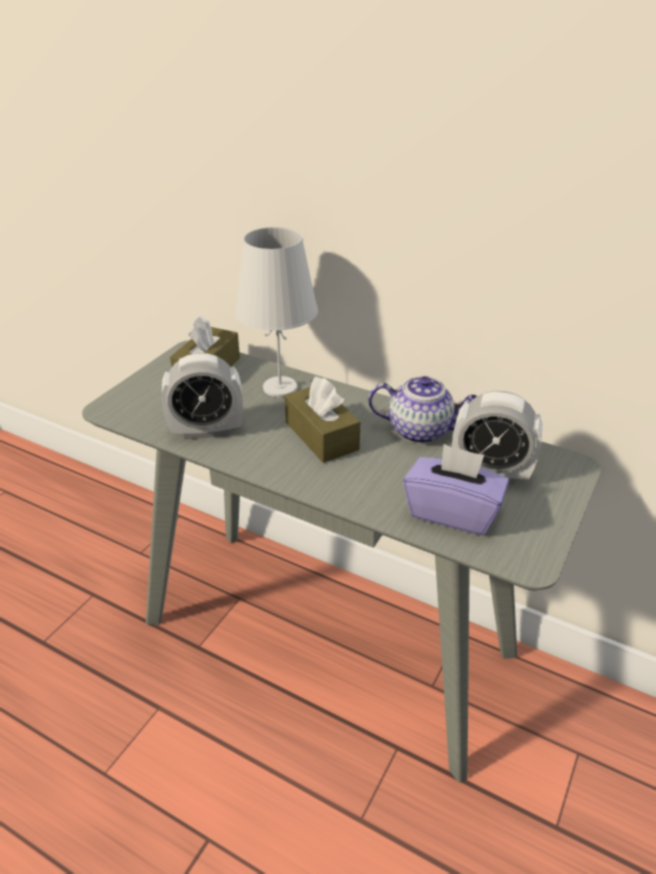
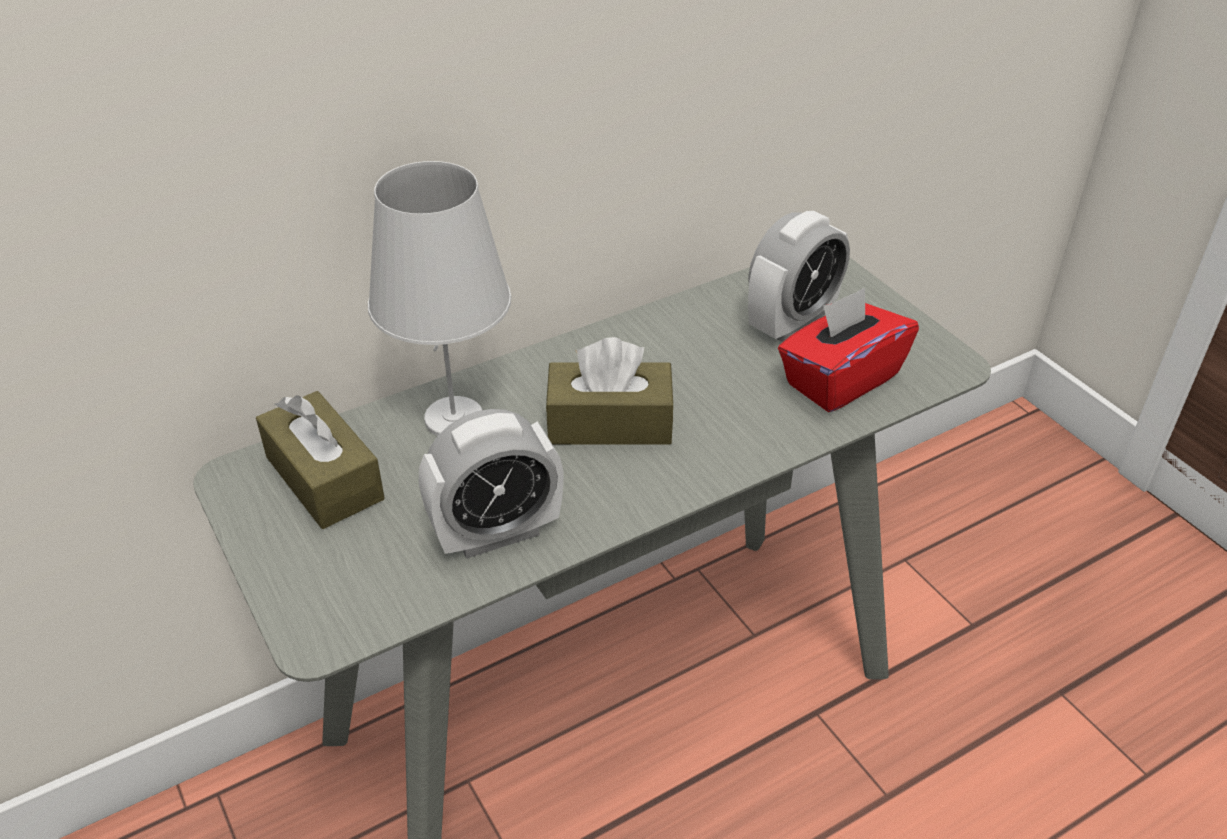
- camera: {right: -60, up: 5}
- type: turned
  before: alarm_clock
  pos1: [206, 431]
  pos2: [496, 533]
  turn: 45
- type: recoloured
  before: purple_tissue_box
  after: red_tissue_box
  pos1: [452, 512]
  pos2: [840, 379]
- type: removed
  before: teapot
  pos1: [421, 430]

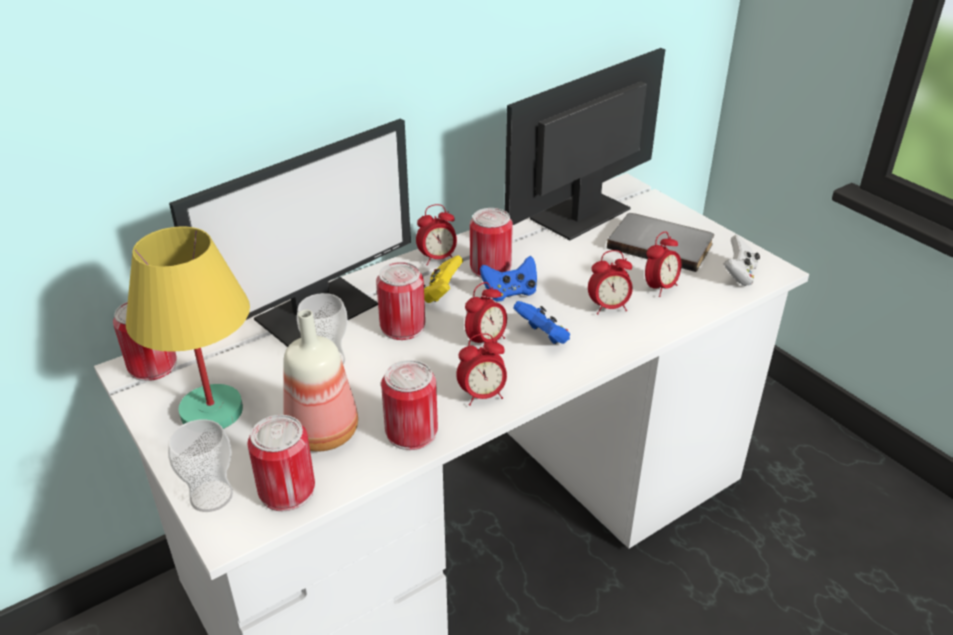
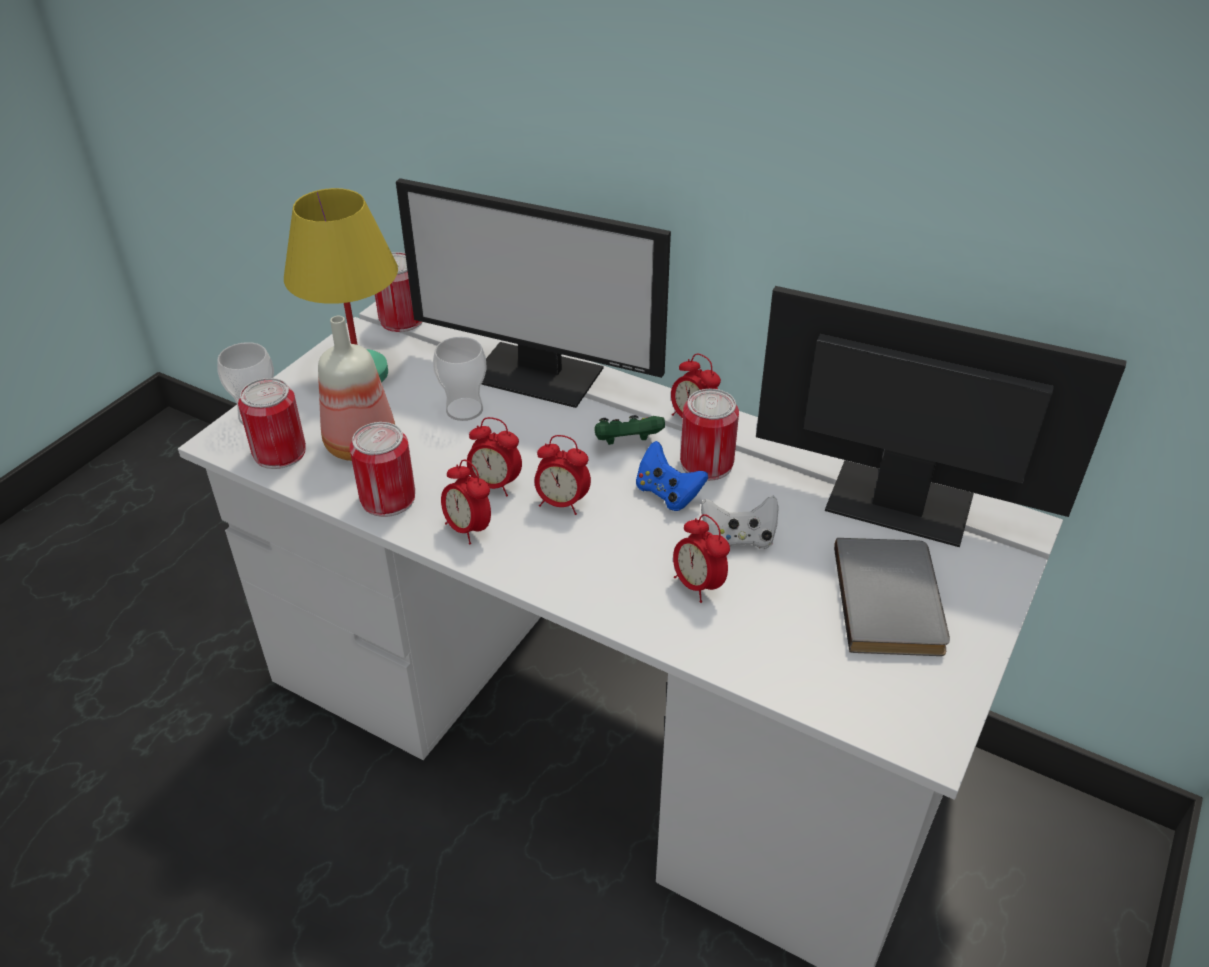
- camera: {right: 65, up: 5}
- type: moved
  before: alarm_clock
  pos1: [660, 288]
  pos2: [495, 485]
- type: recoloured
  before: yellow_game_controller
  after: green_game_controller
  pos1: [441, 294]
  pos2: [627, 443]
- type: moved
  before: white_game_controller
  pos1: [738, 275]
  pos2: [738, 539]
- type: removed
  before: can
  pos1: [402, 326]
- type: removed
  before: blue_game_controller
  pos1: [543, 337]

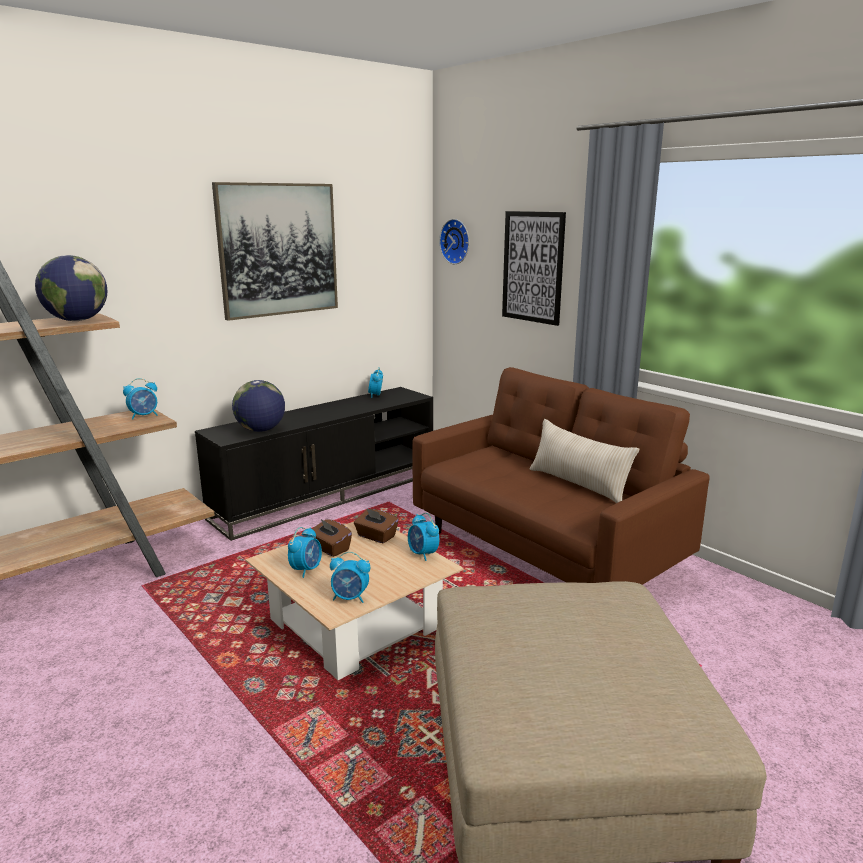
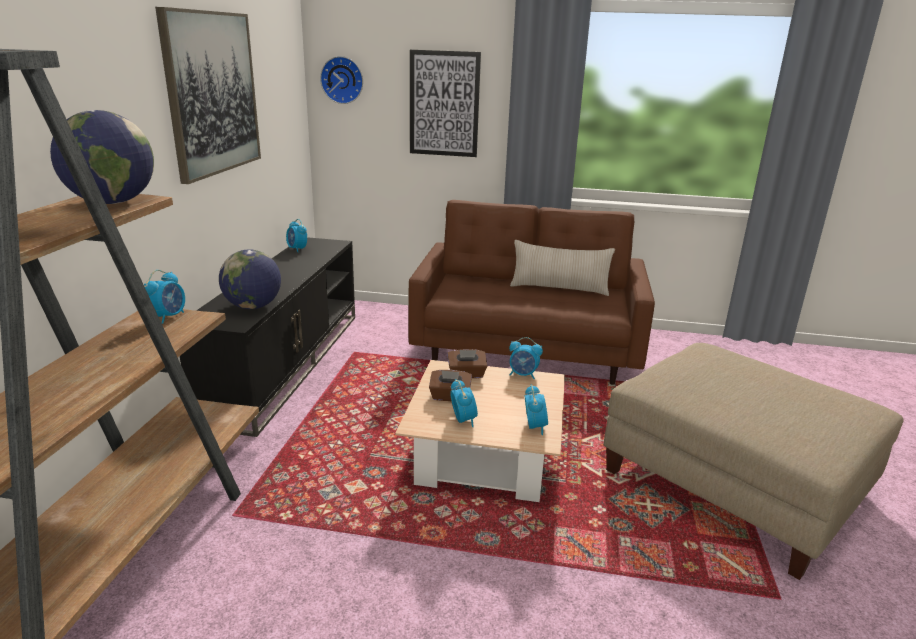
- camera: {right: -40, up: 5}
- type: turned
  before: alarm_clock
  pos1: [350, 598]
  pos2: [534, 426]
  turn: -60

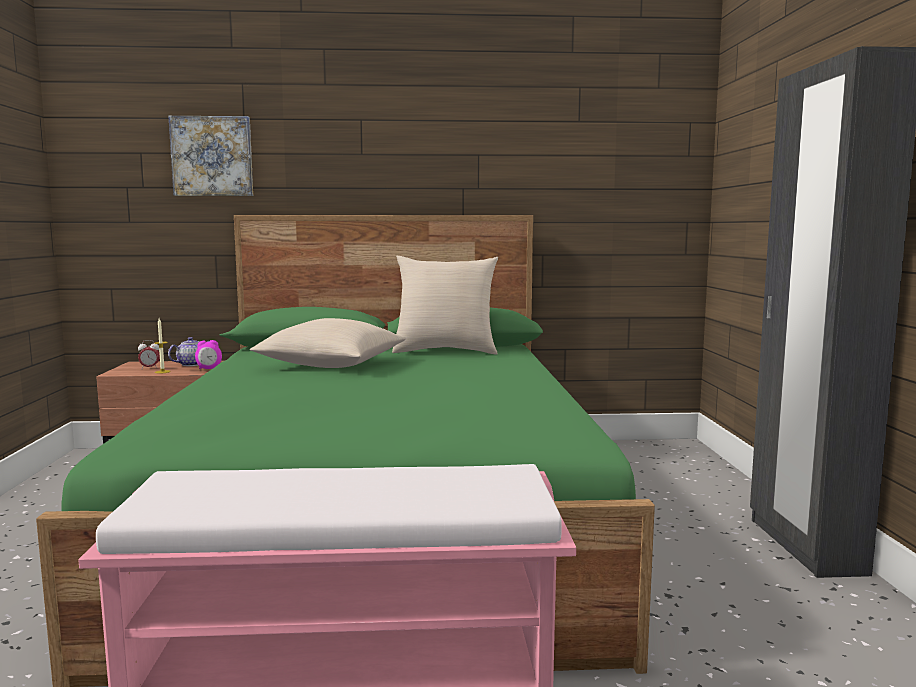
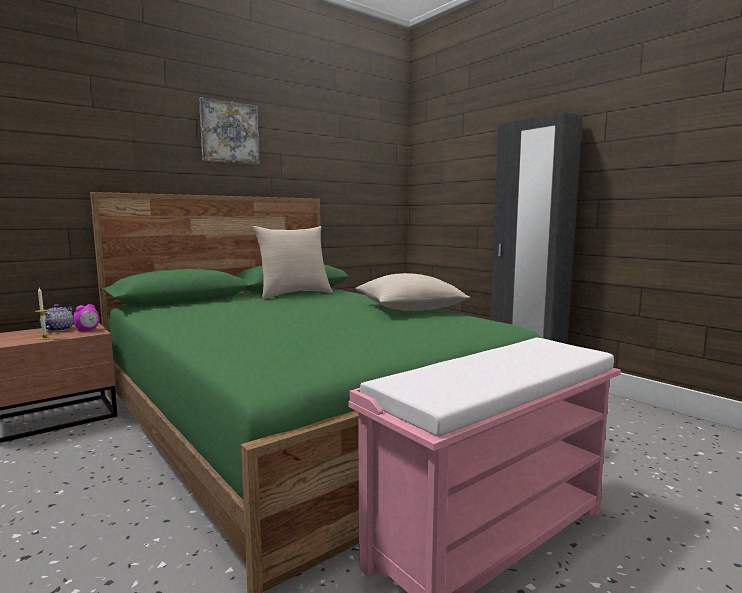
- camera: {right: -35, up: 0}
- type: moved
  before: picture
  pos1: [212, 156]
  pos2: [229, 132]
- type: moved
  before: beige_pillow
  pos1: [332, 365]
  pos2: [409, 309]
- type: removed
  before: alarm_clock
  pos1: [150, 368]

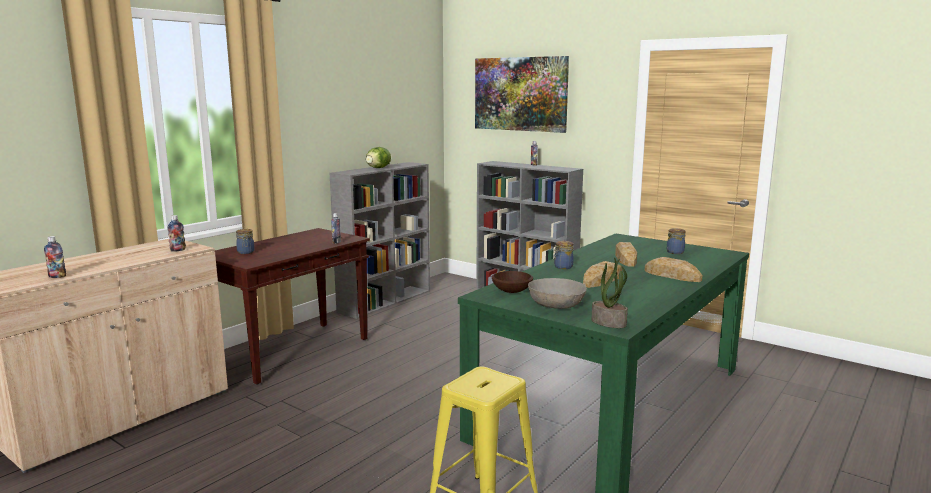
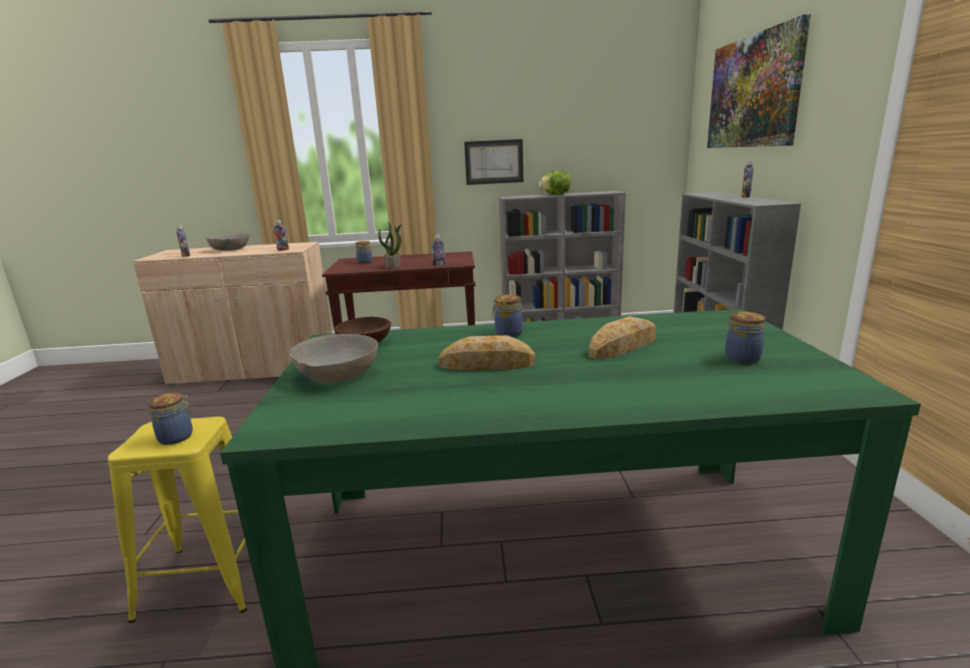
- camera: {right: 50, up: 5}
- type: added
  after: jar
  pos2: [177, 437]
- type: added
  after: grey_bowl
  pos2: [230, 249]
- type: moved
  before: potted_plant
  pos1: [609, 322]
  pos2: [393, 266]
- type: added
  after: picture
  pos2: [494, 162]
- type: removed
  before: bread
  pos1: [672, 275]

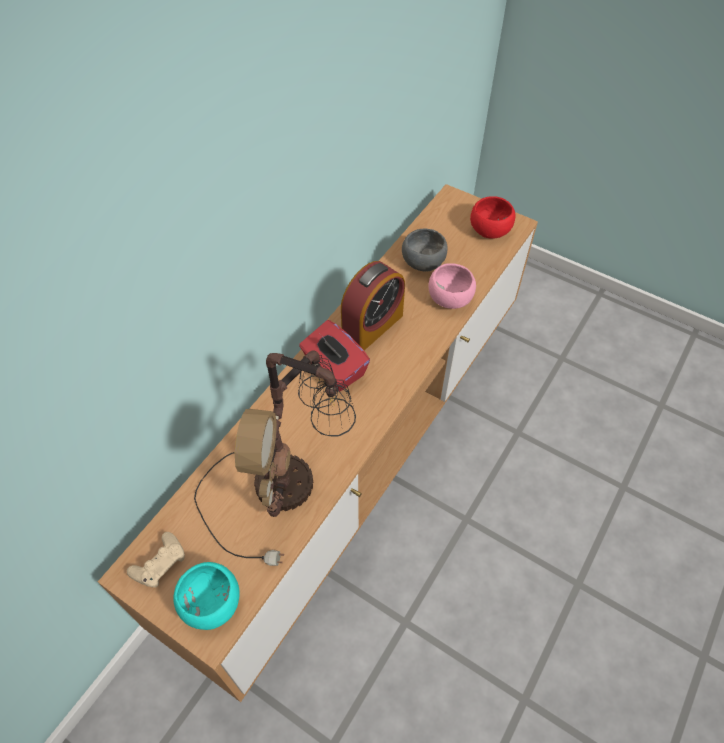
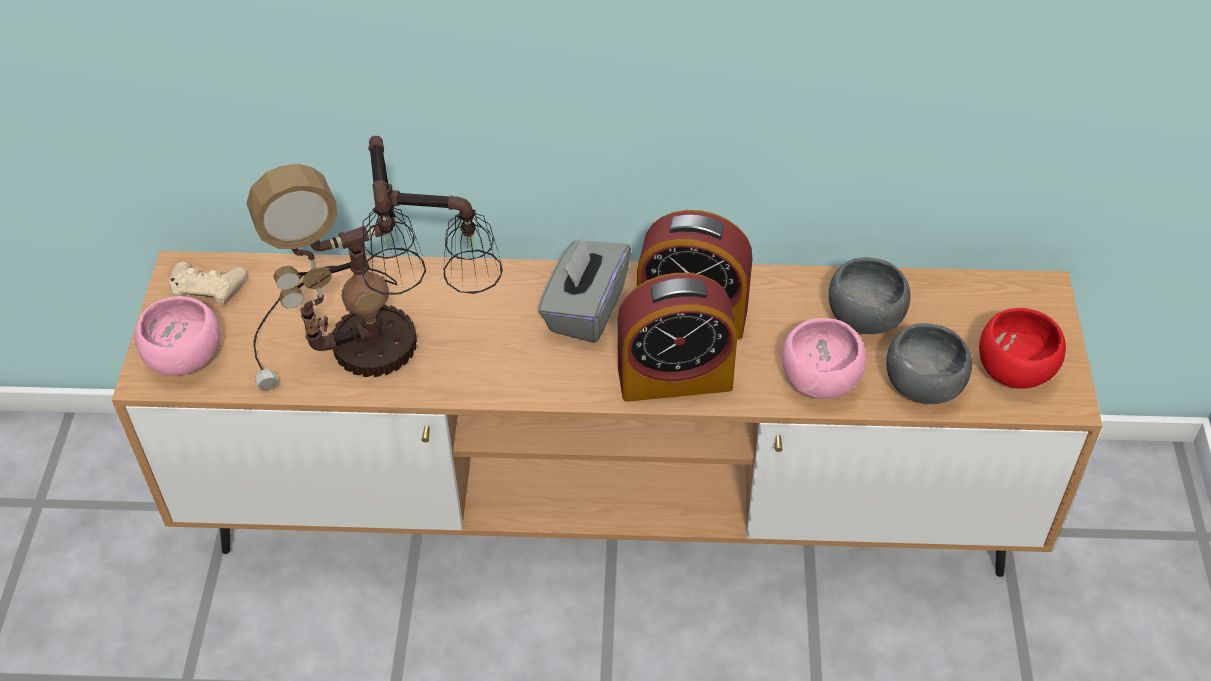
- camera: {right: 60, up: -5}
- type: recoloured
  before: turquoise_bowl
  after: pink_bowl
  pos1: [211, 601]
  pos2: [187, 356]
- type: recoloured
  before: red_tissue_box
  after: grey_tissue_box
  pos1: [334, 369]
  pos2: [585, 309]
- type: added
  after: alarm_clock
  pos2: [675, 377]
- type: added
  after: grey_bowl
  pos2: [922, 386]

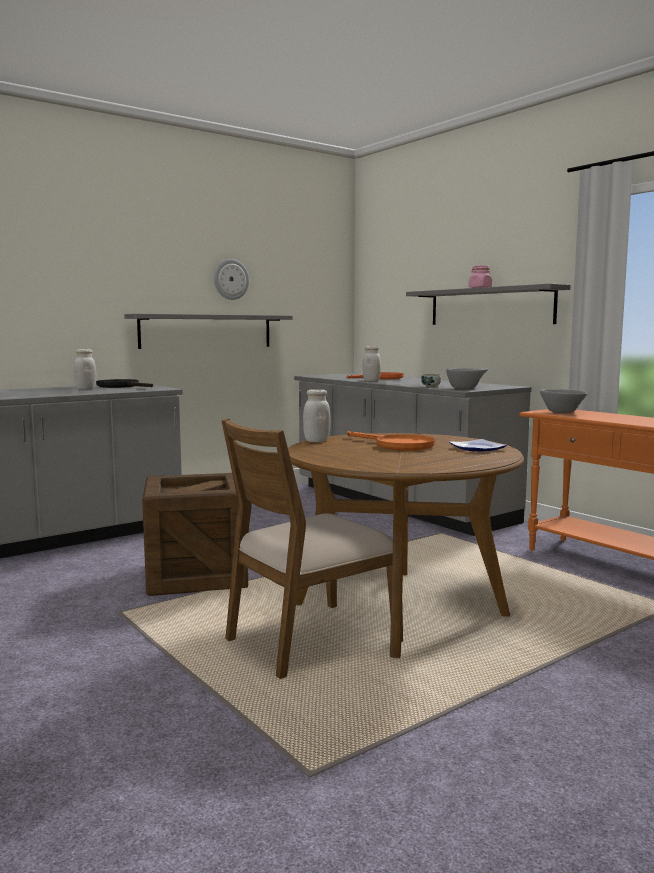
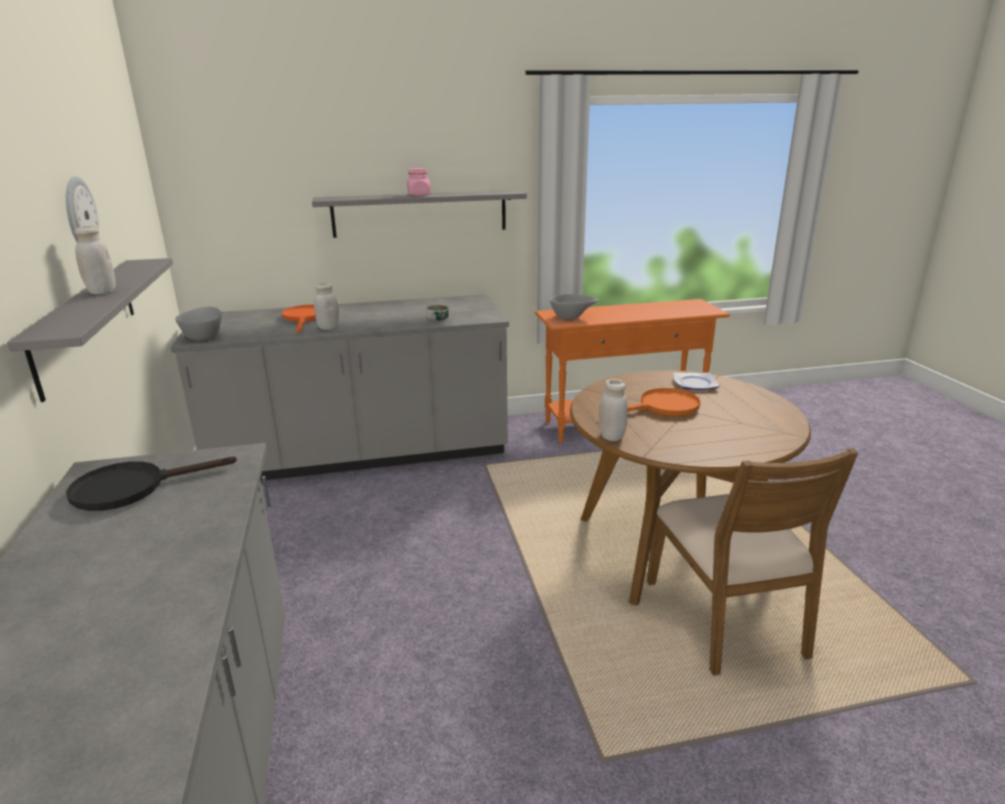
- camera: {right: -65, up: 15}
- type: moved
  before: white_jar
  pos1: [85, 389]
  pos2: [102, 292]
- type: moved
  before: grey_bowl
  pos1: [466, 388]
  pos2: [204, 336]
- type: removed
  before: crate
  pos1: [196, 575]

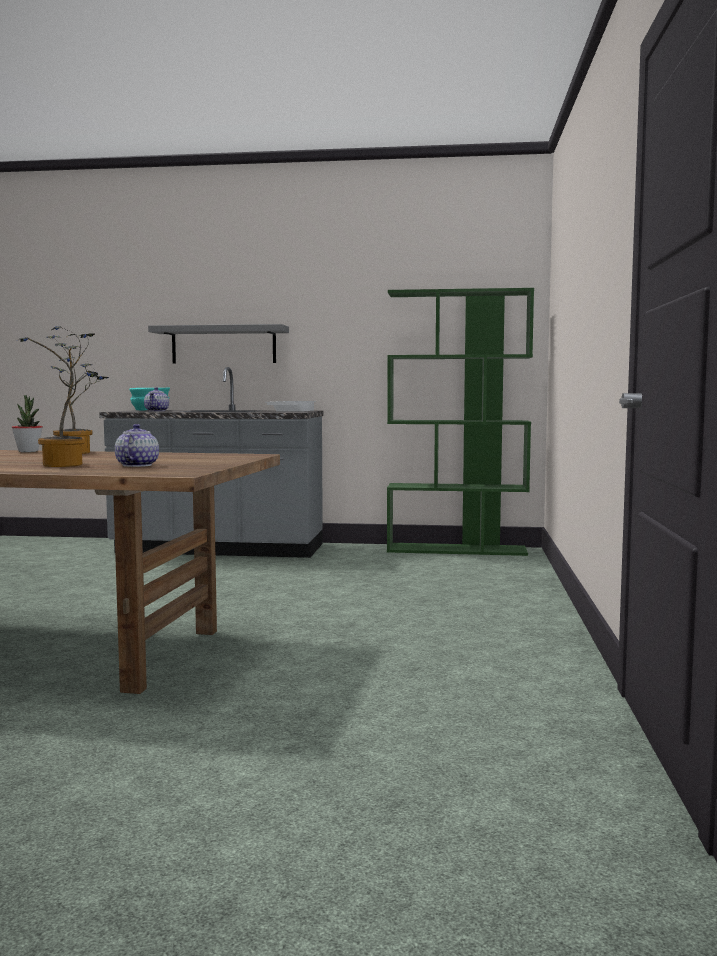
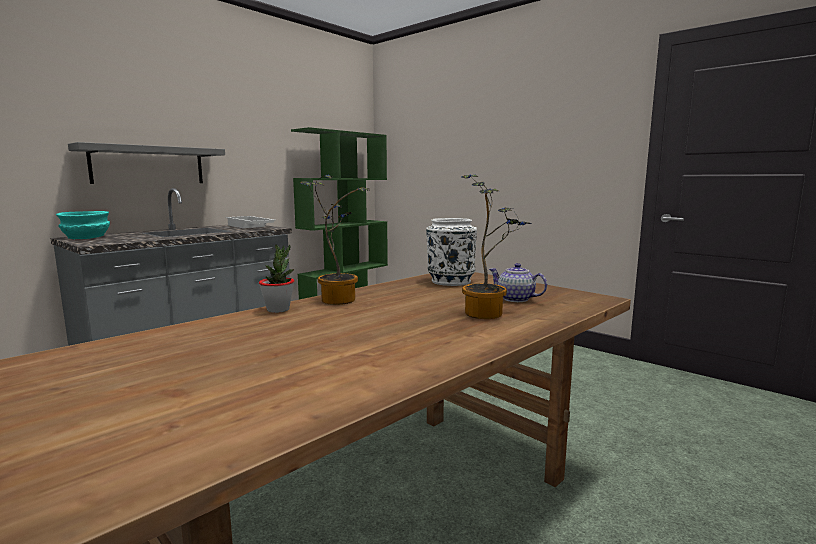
- camera: {right: -55, up: 5}
- type: added
  after: white_vase
  pos2: [450, 281]
- type: removed
  before: teapot
  pos1: [157, 411]

